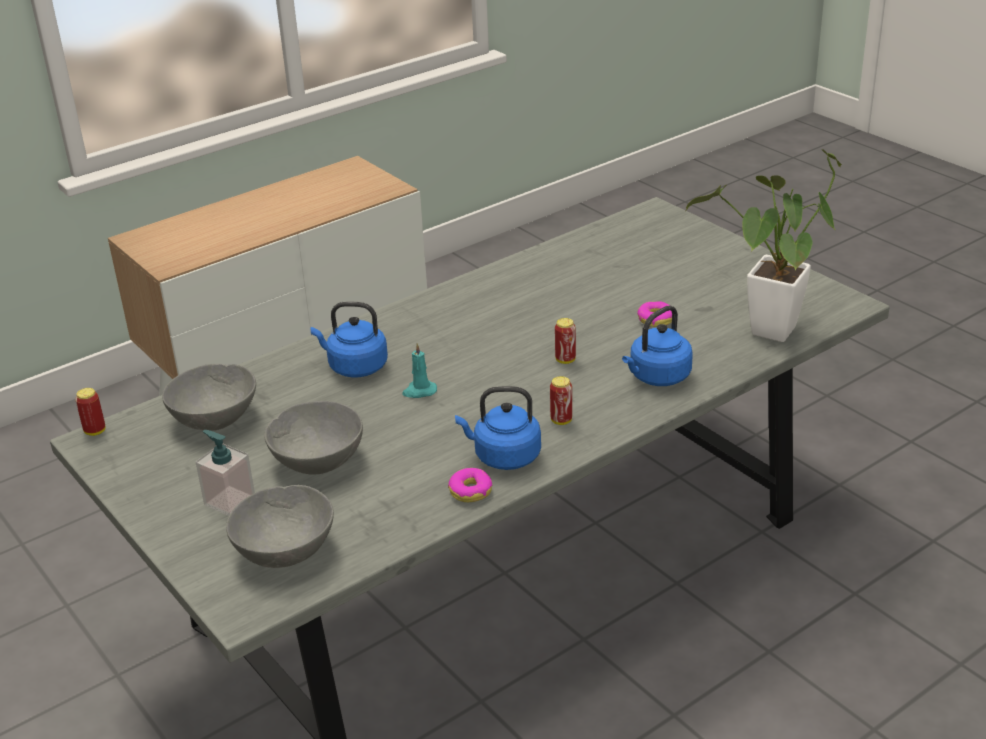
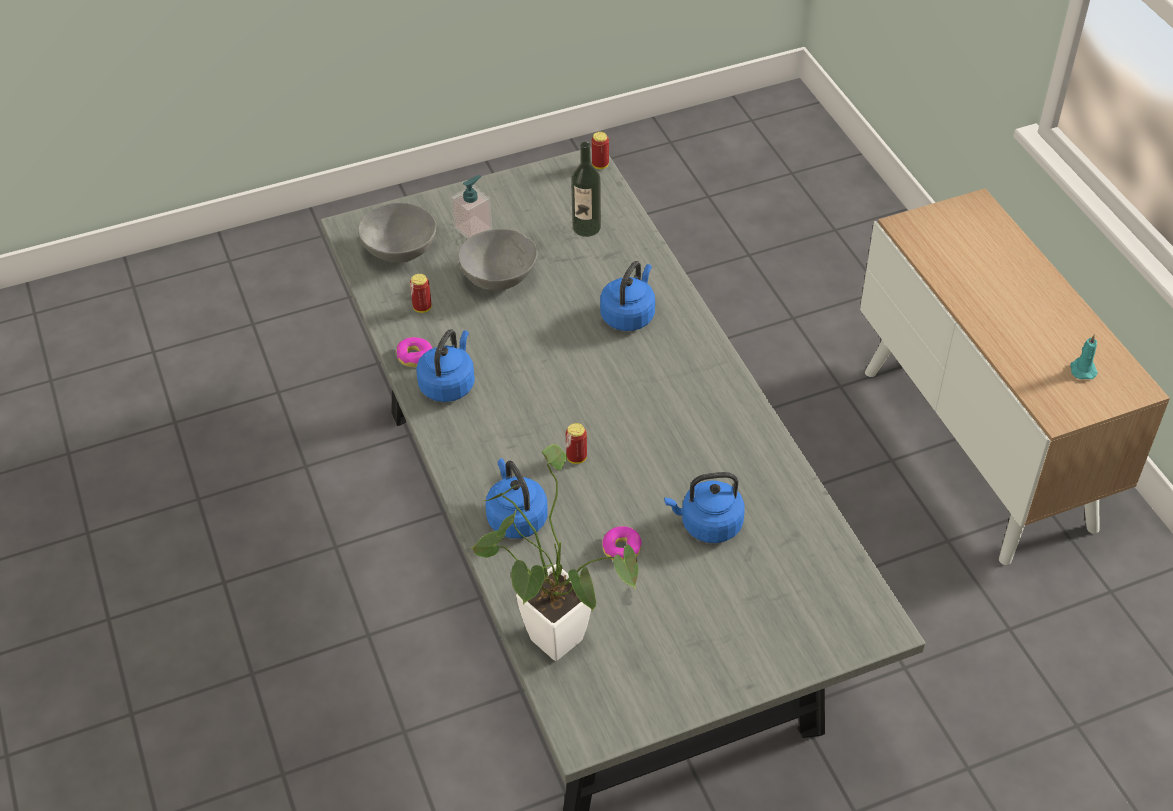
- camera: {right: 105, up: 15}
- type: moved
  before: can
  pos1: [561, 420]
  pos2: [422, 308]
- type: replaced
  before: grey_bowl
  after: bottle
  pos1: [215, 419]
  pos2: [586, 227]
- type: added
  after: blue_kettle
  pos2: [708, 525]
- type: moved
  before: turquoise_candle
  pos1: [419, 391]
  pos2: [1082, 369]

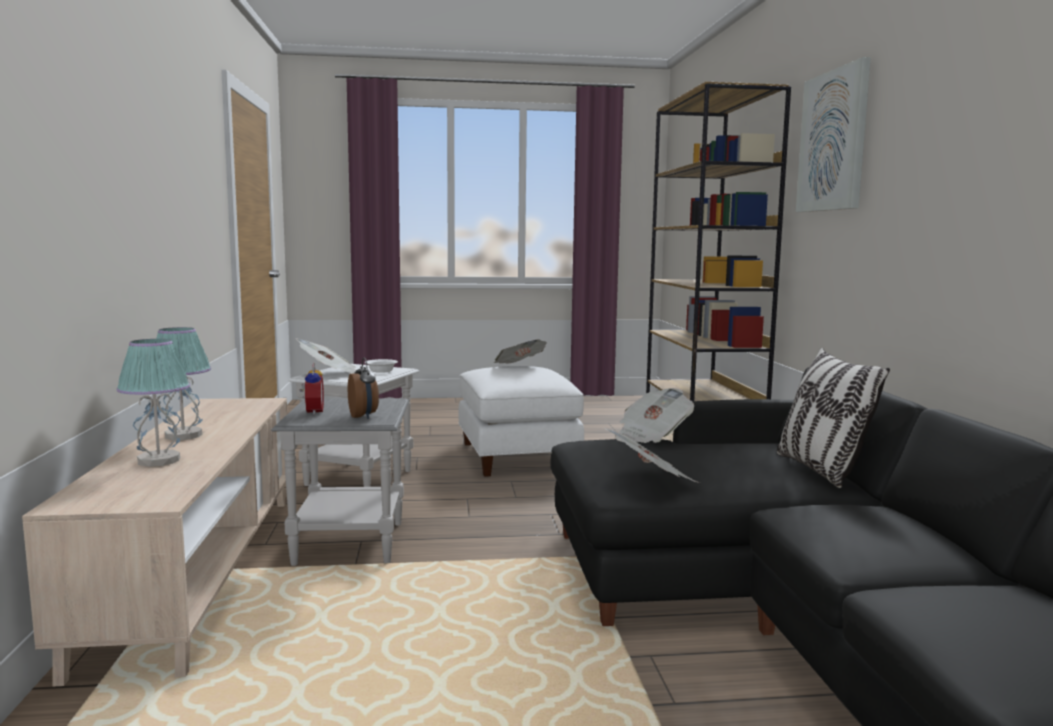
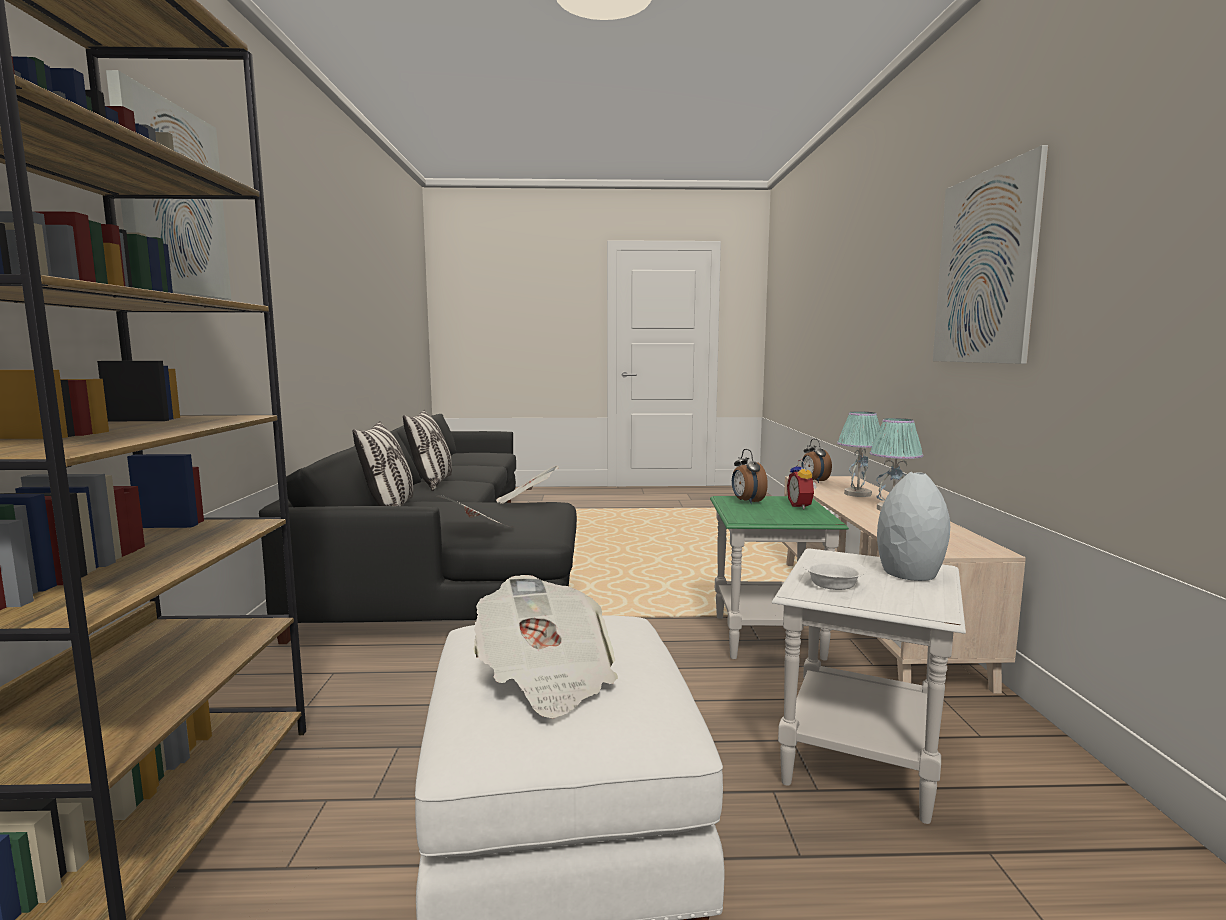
- camera: {right: -175, up: 0}
- type: added
  after: pillow
  pos2: [432, 483]
- type: recoloured
  before: grey_side_table
  after: green_side_table
  pos1: [349, 542]
  pos2: [768, 637]
- type: added
  after: alarm_clock
  pos2: [814, 481]
- type: replaced
  before: newspaper
  after: grey_vase
  pos1: [330, 374]
  pos2: [908, 574]
- type: added
  after: picture
  pos2: [985, 268]

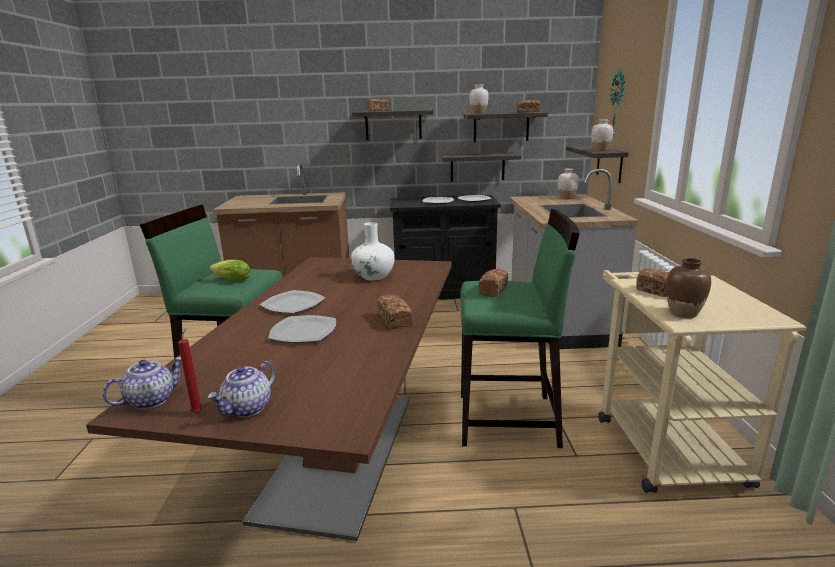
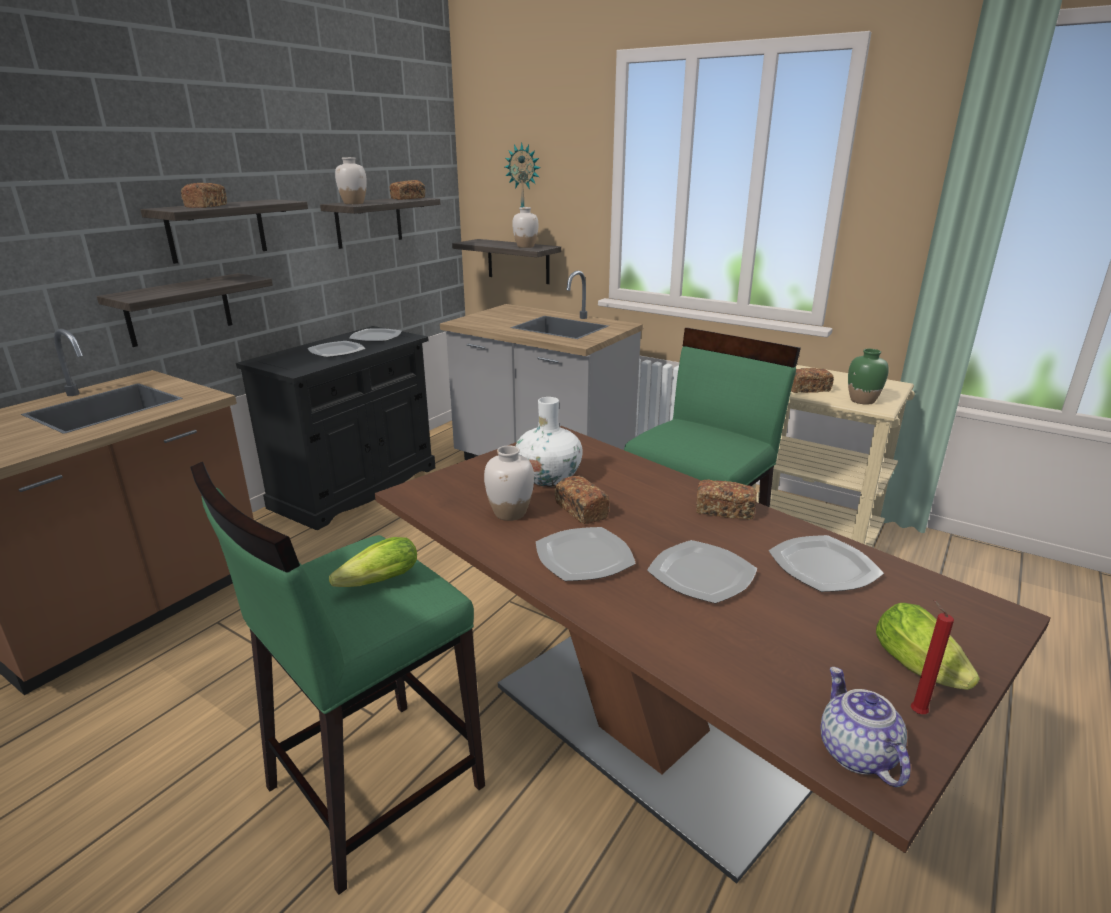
- camera: {right: -55, up: 5}
- type: moved
  before: shelf
  pos1: [477, 167]
  pos2: [179, 309]
- type: moved
  before: white_vase
  pos1: [567, 198]
  pos2: [510, 513]
- type: moved
  before: bread
  pos1: [493, 290]
  pos2: [580, 510]
- type: added
  after: plate
  pos2: [823, 567]
- type: recoloured
  before: brown_vase
  after: green_vase
  pos1: [683, 313]
  pos2: [862, 400]
- type: replaced
  before: teapot
  after: lettuce
  pos1: [248, 409]
  pos2: [922, 669]

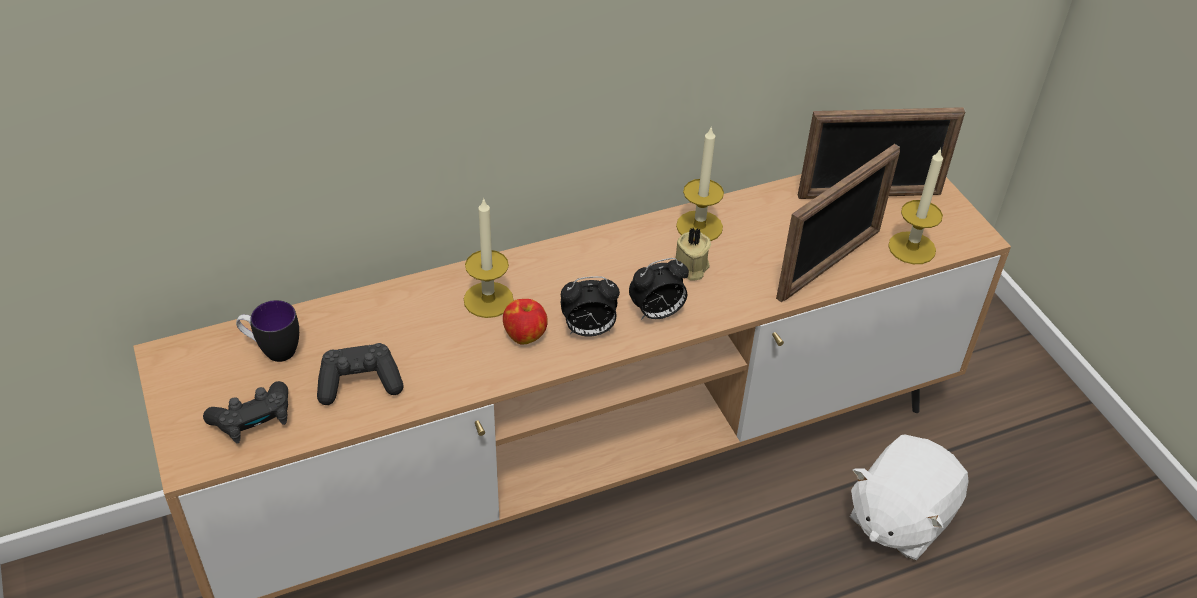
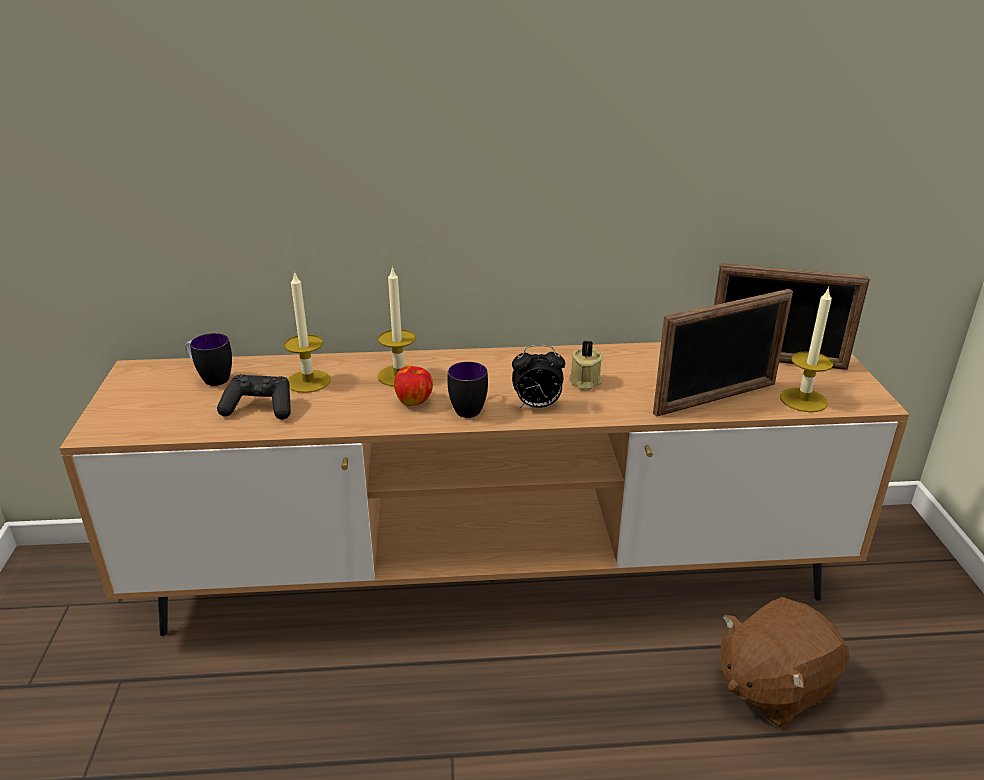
- camera: {right: 20, up: -15}
- type: moved
  before: candle
  pos1: [699, 226]
  pos2: [308, 381]
- type: replaced
  before: alarm_clock
  after: mug
  pos1: [588, 331]
  pos2: [470, 407]
- type: recoloured
  before: white_plush_toy
  after: brown_plush_toy
  pos1: [899, 518]
  pos2: [773, 686]
- type: removed
  before: black_game_controller
  pos1: [254, 421]

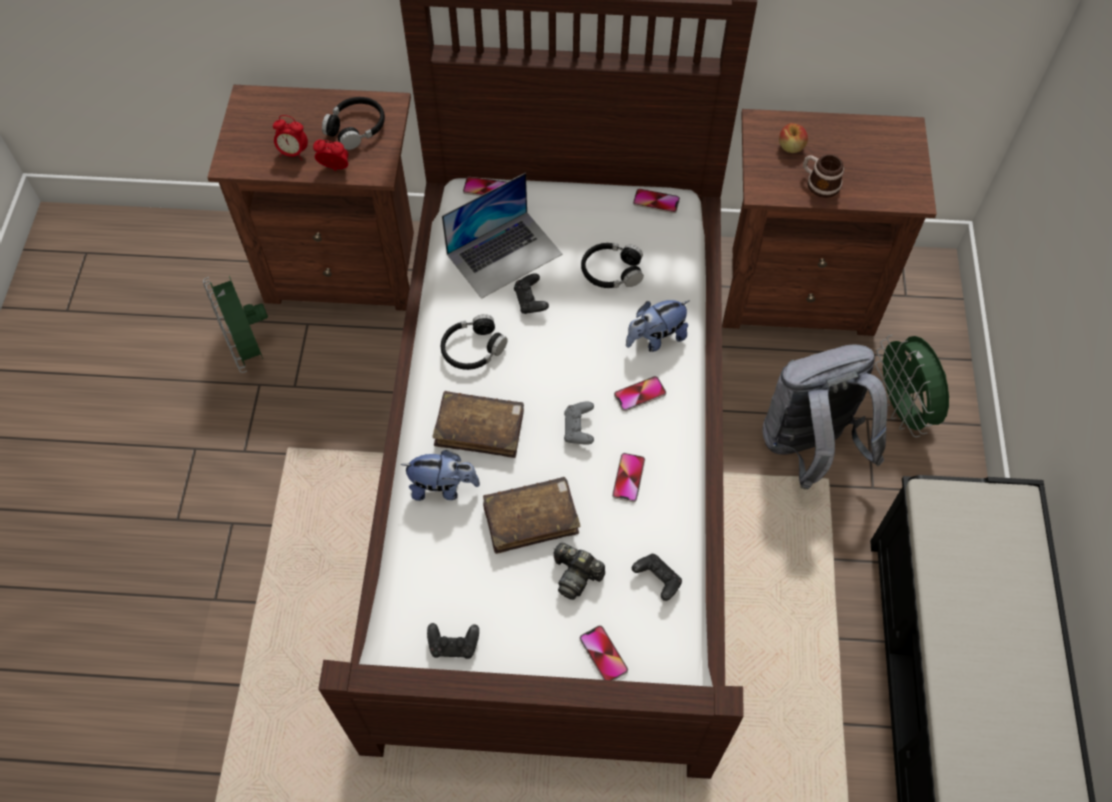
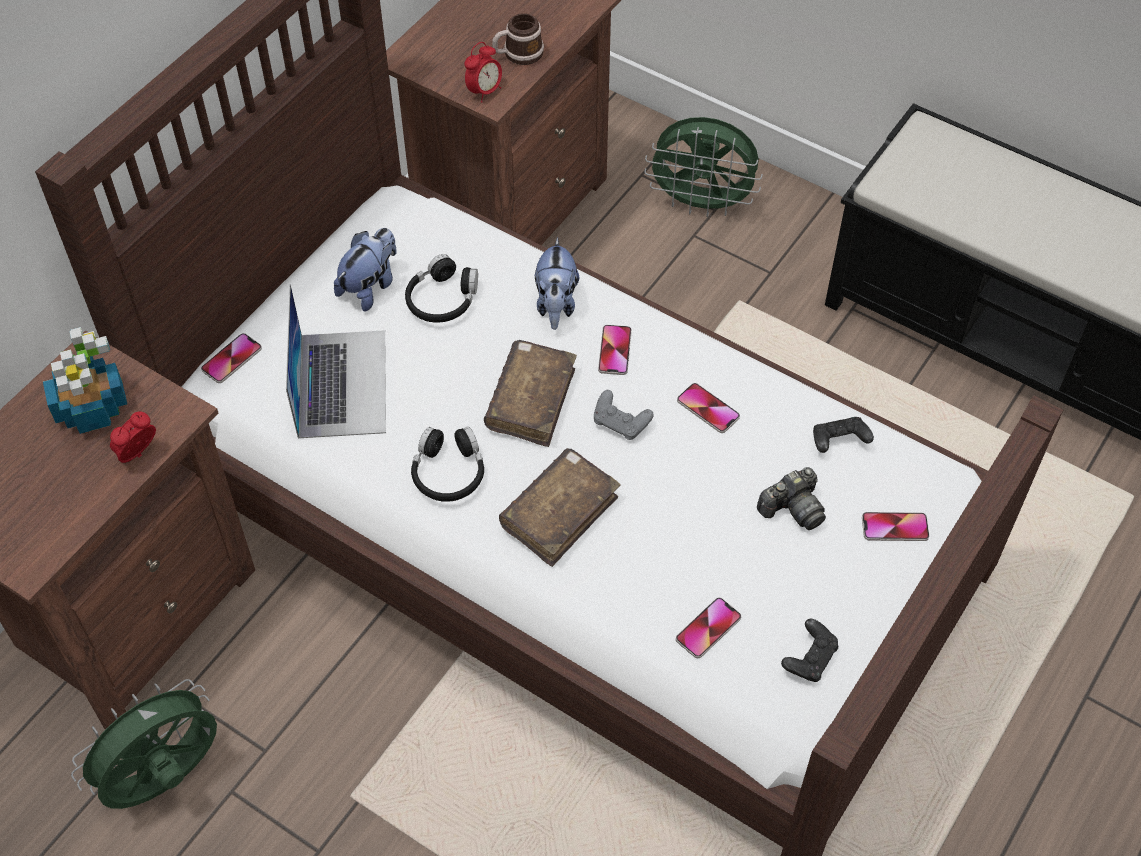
- camera: {right: -60, up: -5}
- type: replaced
  before: black_headphones
  after: potted_plant
  pos1: [356, 128]
  pos2: [92, 406]
- type: turned
  before: green_fan
  pos1: [249, 348]
  pos2: [166, 780]
  turn: 135
- type: moved
  before: plush_toy
  pos1: [443, 487]
  pos2: [370, 286]
- type: moved
  before: alarm_clock
  pos1: [293, 153]
  pos2: [484, 91]
- type: moved
  before: brown_book
  pos1: [531, 519]
  pos2: [531, 400]
- type: moved
  before: phone
  pos1: [656, 202]
  pos2: [708, 628]
- type: removed
  before: black_game_controller
  pos1: [530, 301]
- type: removed
  before: grey_backpack
  pos1: [809, 448]
- type: removed
  before: apple
  pos1: [791, 147]

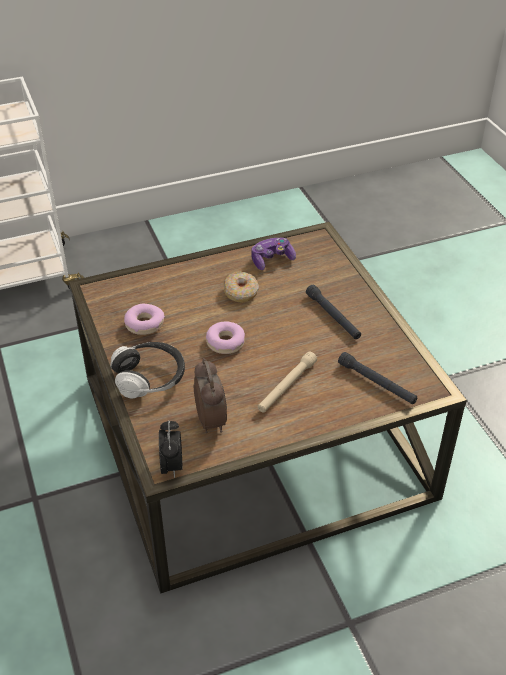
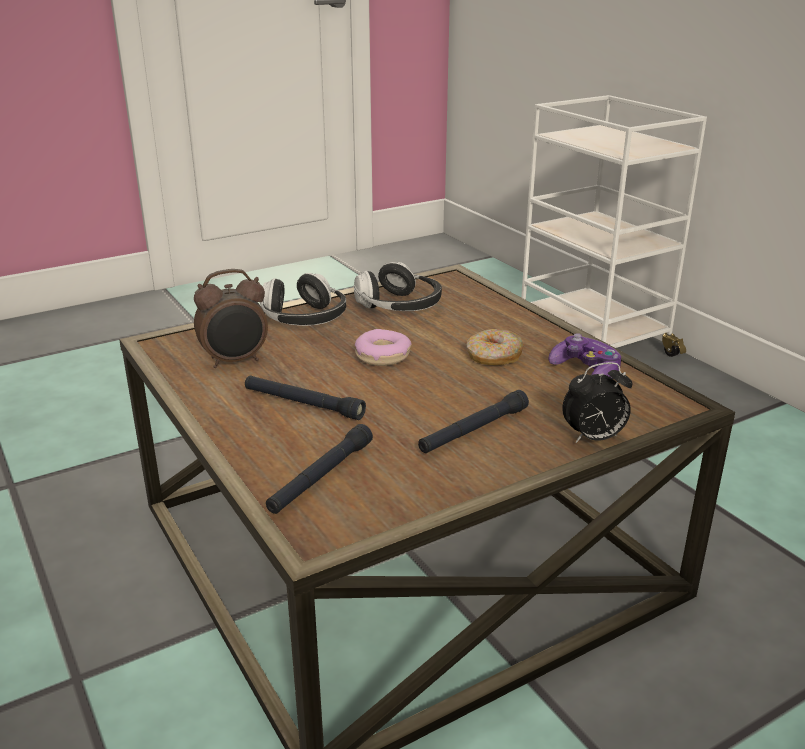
- camera: {right: 80, up: -15}
- type: recoloured
  before: beige_flashlight
  after: black_flashlight
  pos1: [286, 387]
  pos2: [303, 404]
- type: replaced
  before: donut
  after: headphones
  pos1: [145, 324]
  pos2: [399, 307]
- type: moved
  before: alarm_clock
  pos1: [172, 466]
  pos2: [593, 438]

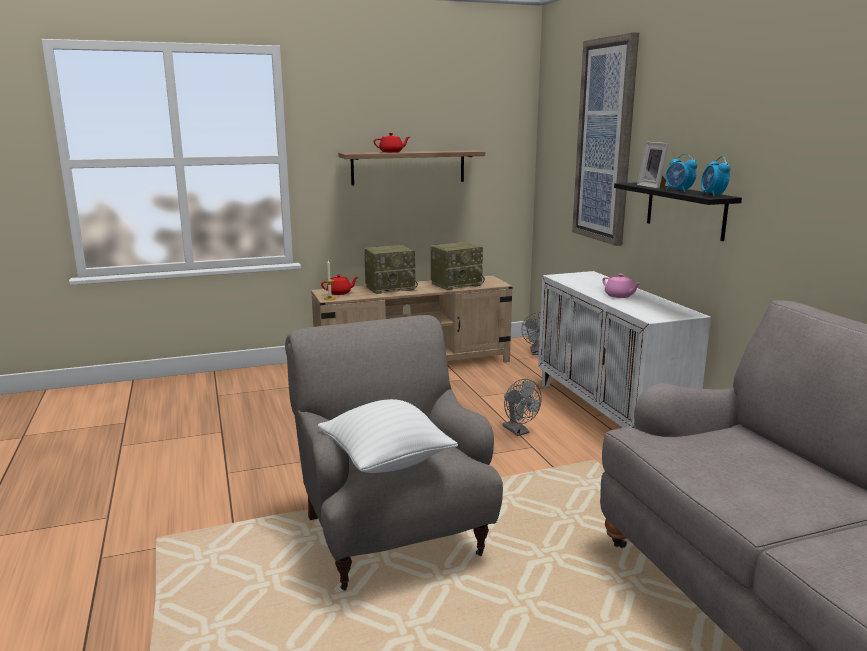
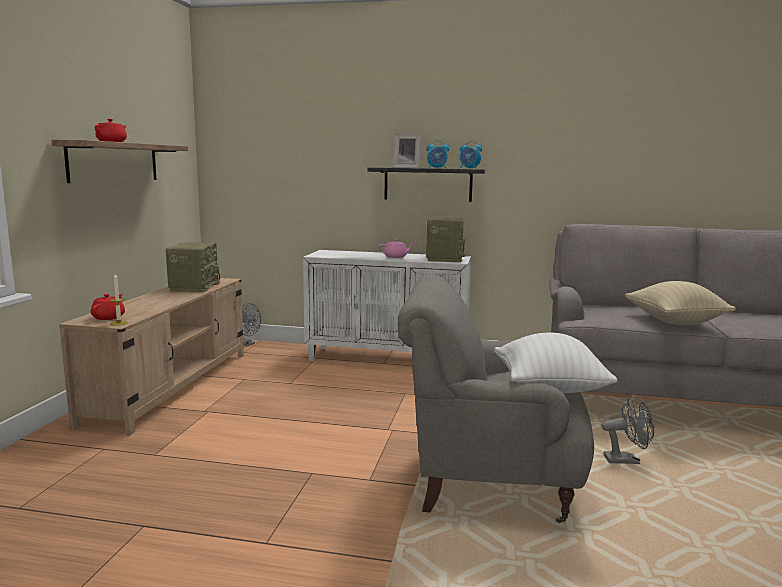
- camera: {right: -60, up: -5}
- type: moved
  before: radio
  pos1: [390, 288]
  pos2: [444, 258]
- type: moved
  before: grey_fan
  pos1: [518, 431]
  pos2: [626, 460]
- type: added
  after: beige_pillow
  pos2: [675, 322]
- type: removed
  before: picture
  pos1: [605, 141]

